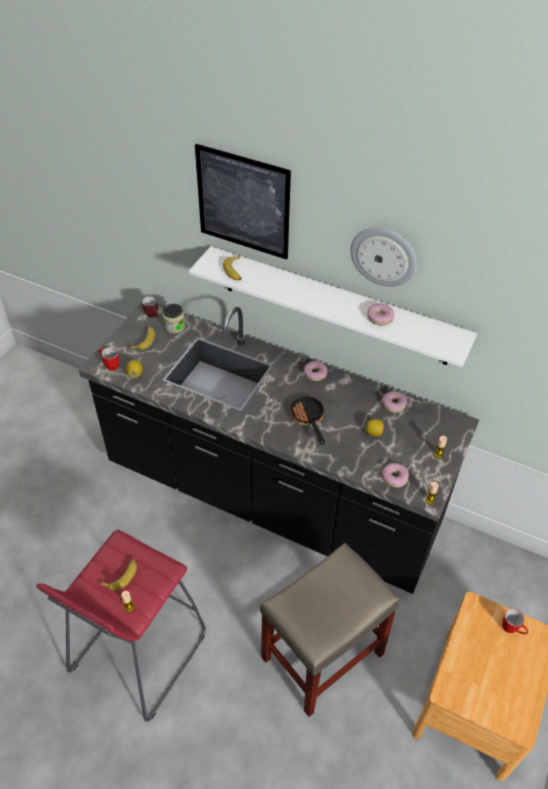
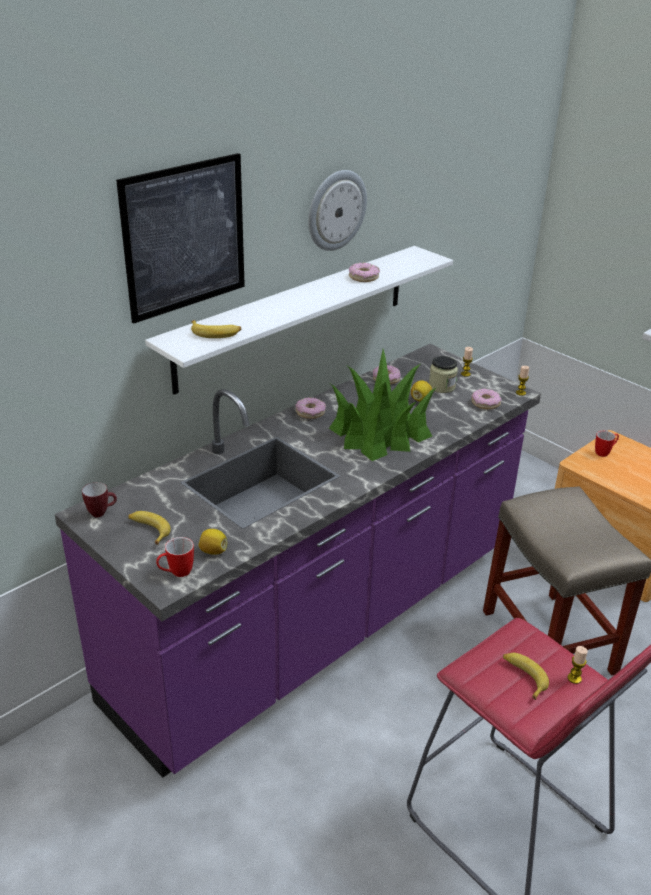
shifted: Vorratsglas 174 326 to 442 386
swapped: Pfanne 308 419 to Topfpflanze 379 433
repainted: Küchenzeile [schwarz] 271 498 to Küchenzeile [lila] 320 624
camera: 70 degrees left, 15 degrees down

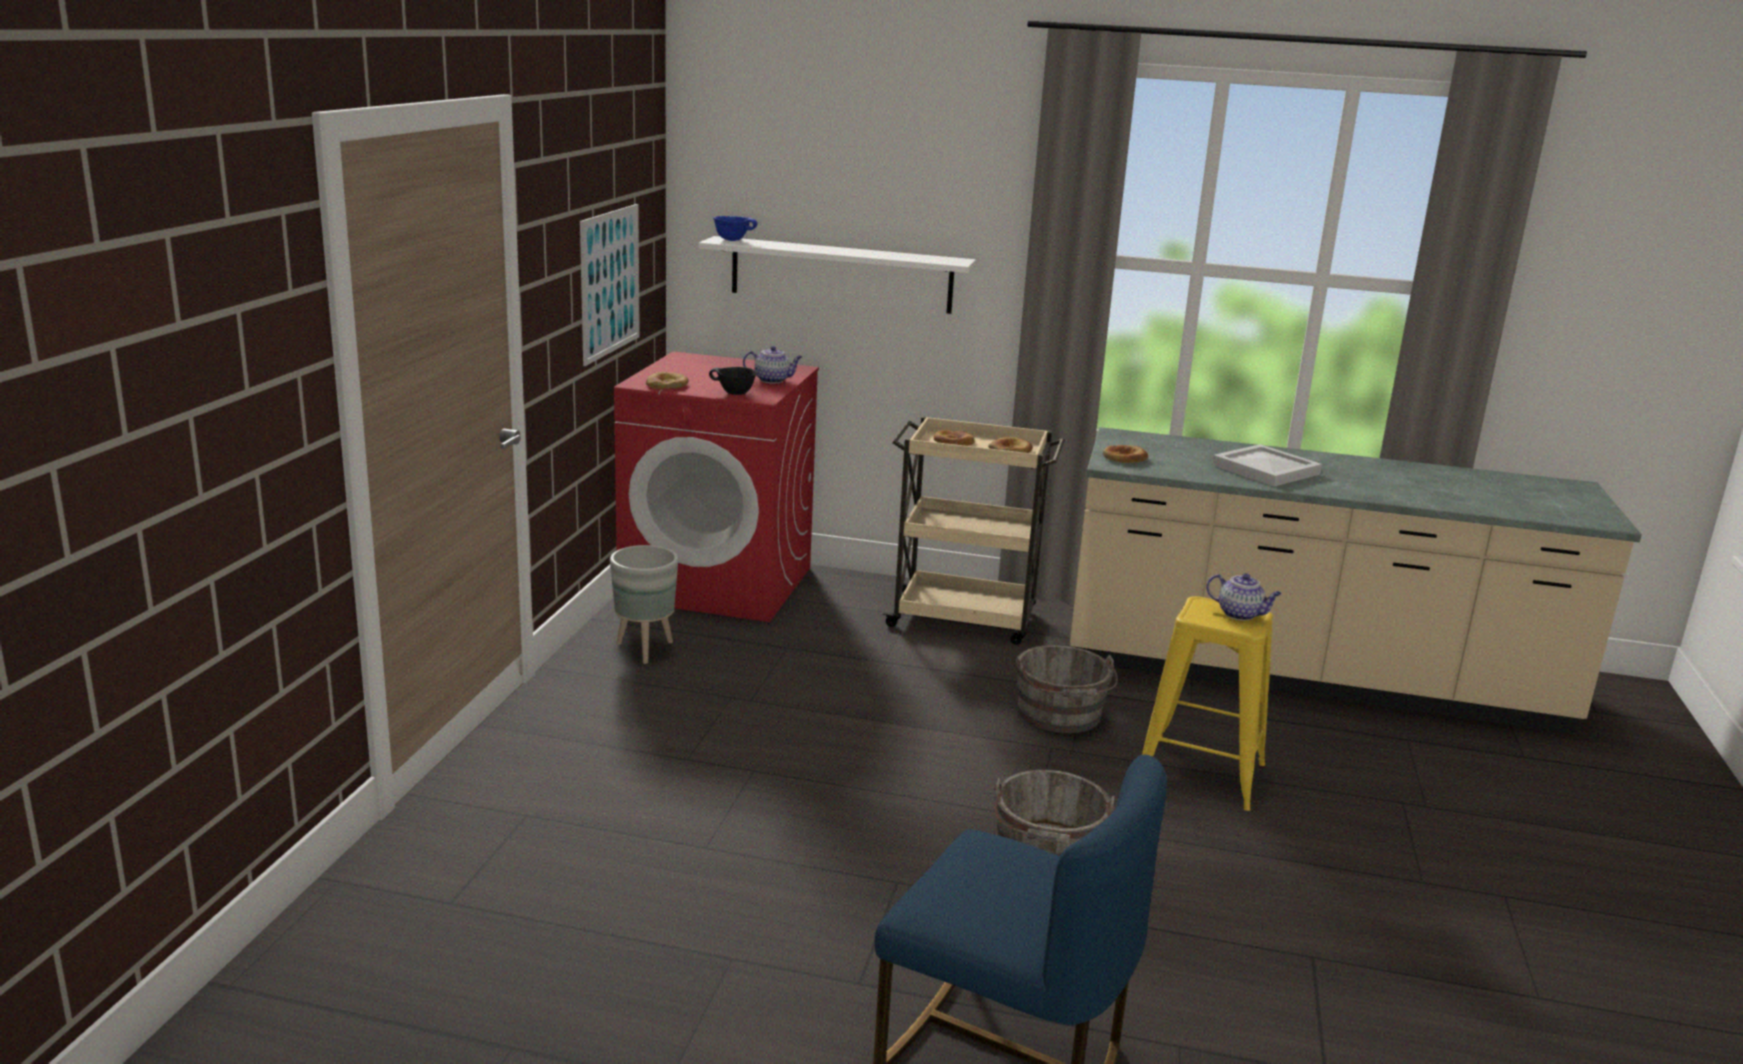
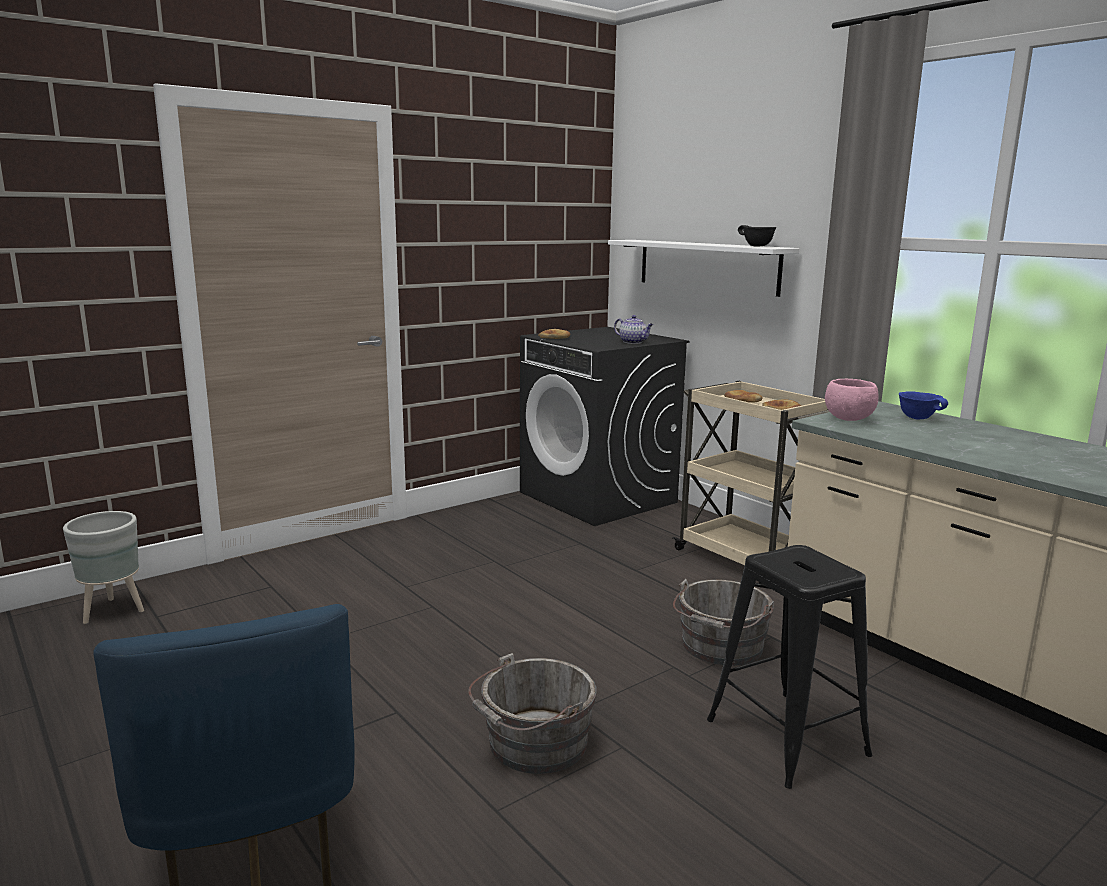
gone: Bild 610 282; Teekanne 1240 614; Tablett [weiß] 1264 469
shifted: Pflanzkübel [grau] 644 649 to 114 611; Schüssel [schwarz] 734 393 to 756 246; Schüssel [blau] 733 240 to 918 418
swapped: Brot 1124 458 to Schüssel [rosa] 849 419
repainted: Waschmaschine [rot] 719 583 to Waschmaschine [schwarz] 598 497; Hocker [gelb] 1199 773 to Hocker [schwarz] 785 736
camera: 40 degrees right, 5 degrees down

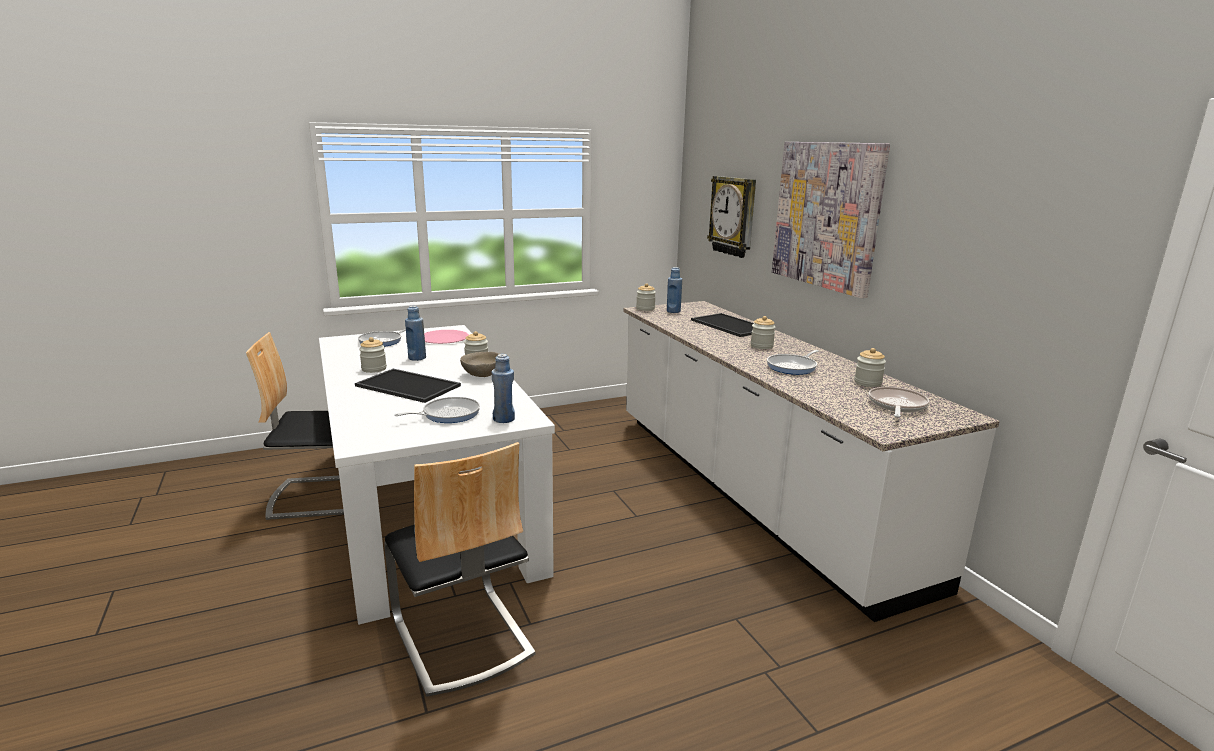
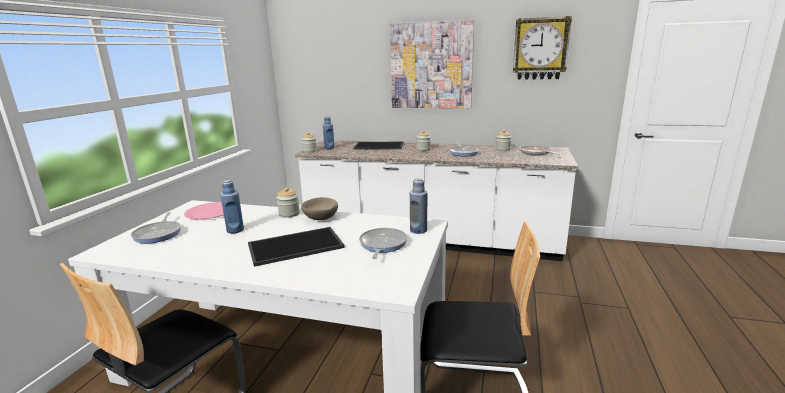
gone: Vorratsglas 374 369
shifted: Wanduhr 733 216 to 540 49
camera: 50 degrees left, 0 degrees up

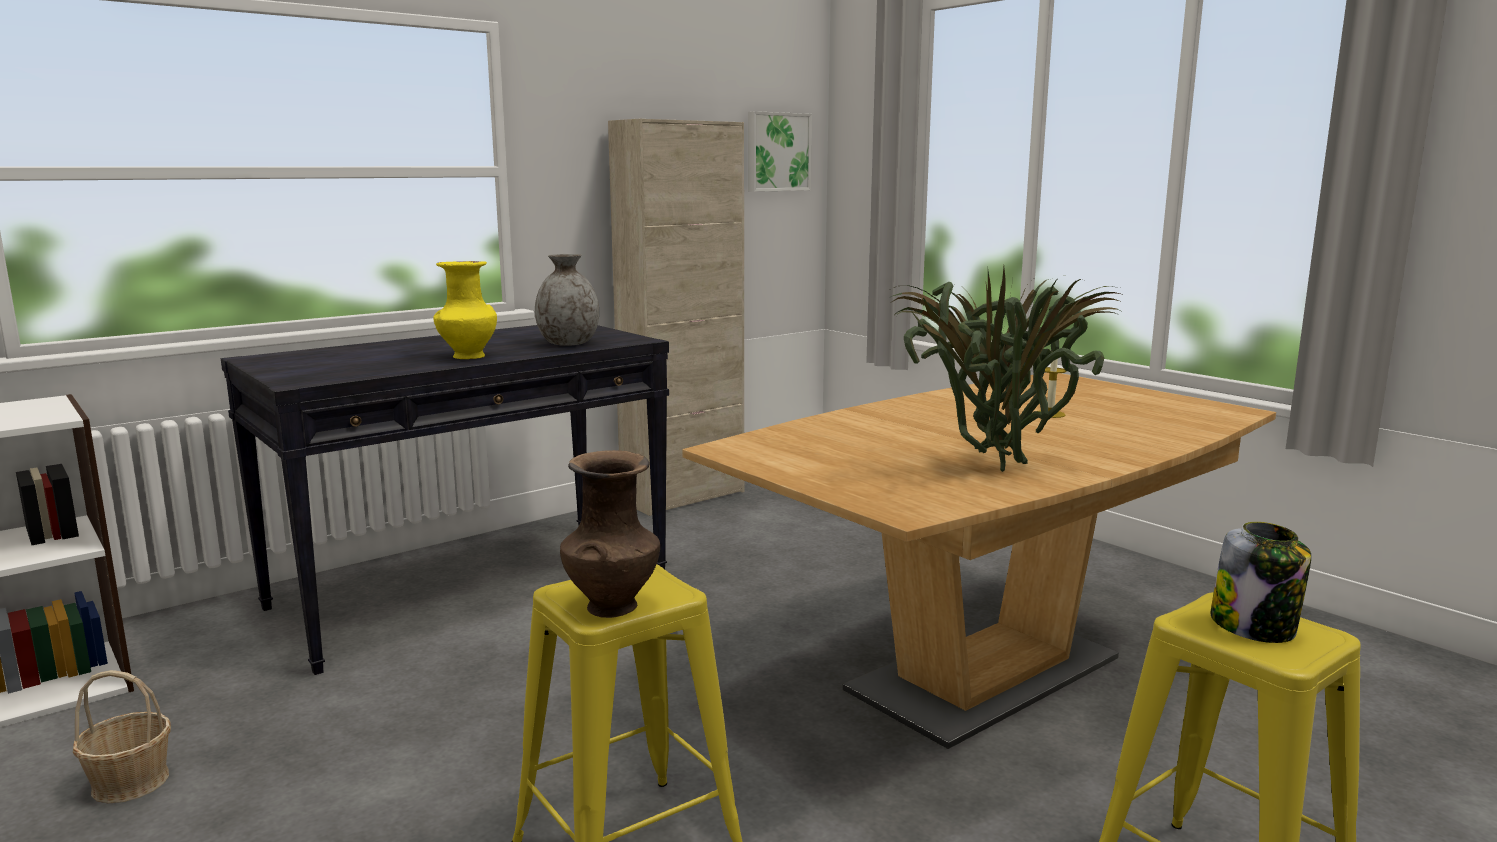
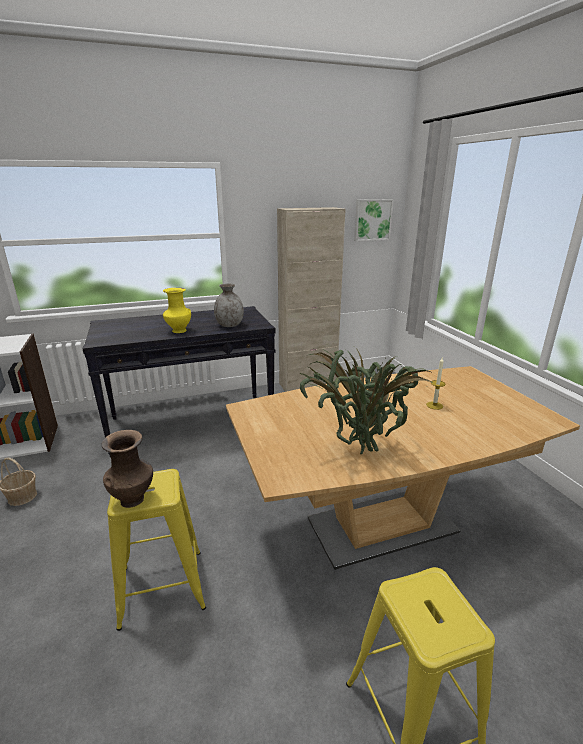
gone: Vorratsglas 1254 627
camera: 20 degrees right, 10 degrees up

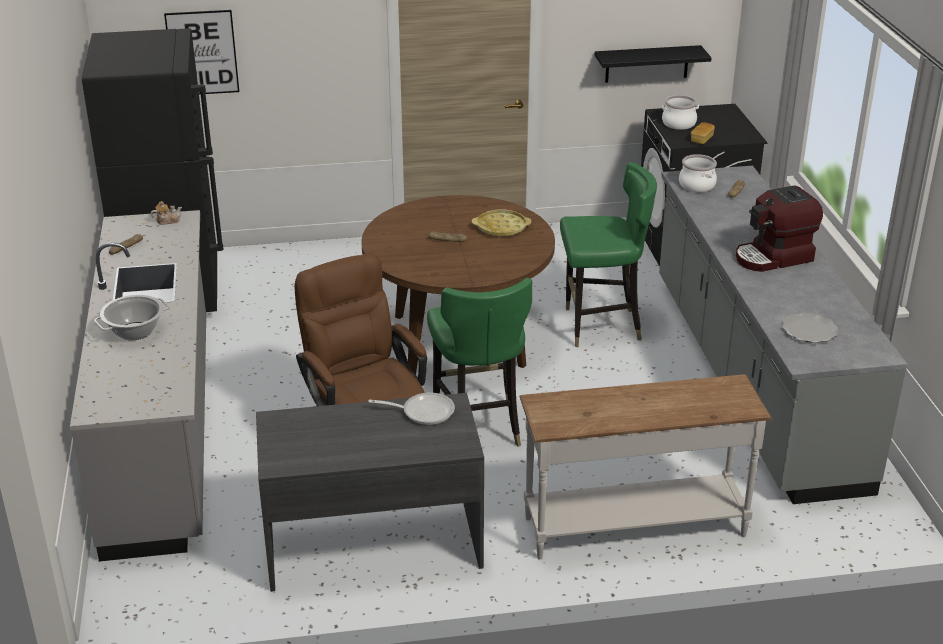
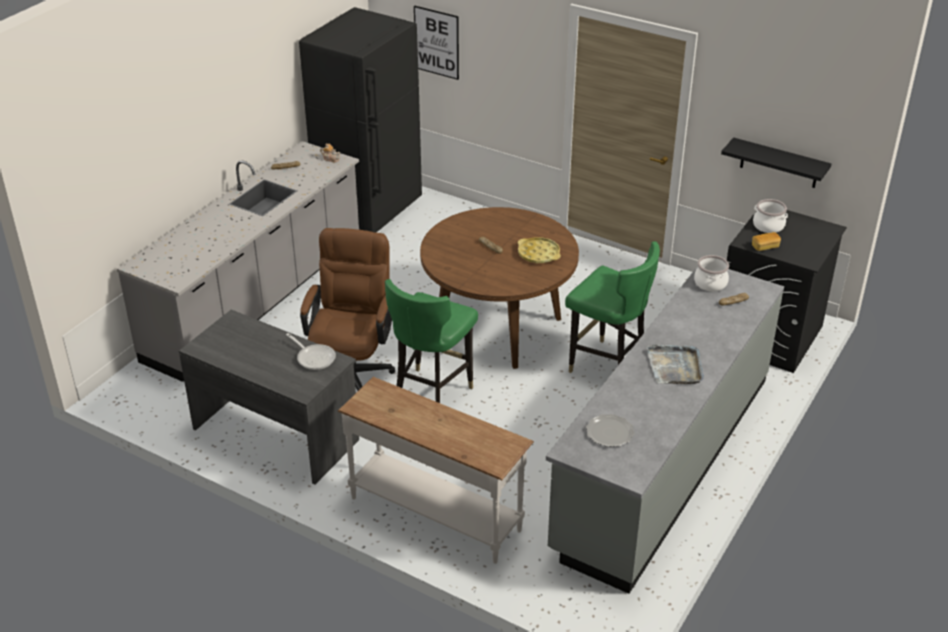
gone: Kochtopf 135 331
swapped: Kaffeemaschine 774 258 to Tablett [grau] 675 366
camera: 40 degrees right, 5 degrees up

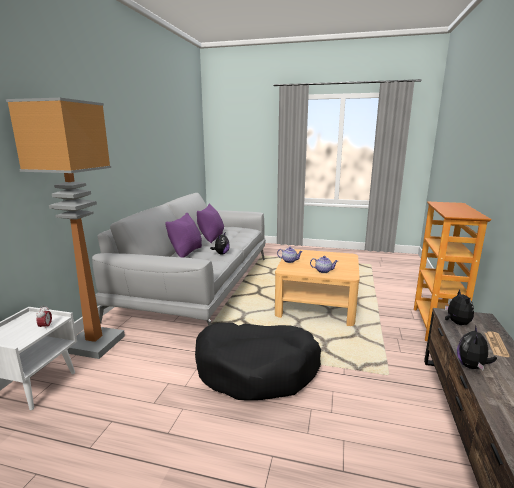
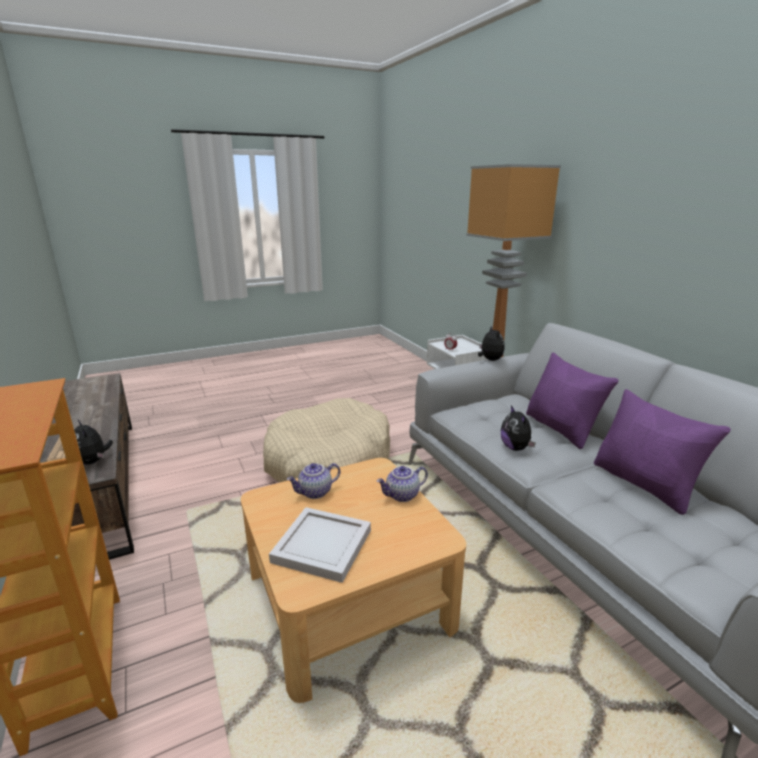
new: Tablett [weiß] 323 547
shifted: Plüschtier 472 366 to 490 360
repainted: Hundebett [schwarz] 257 370 to Hundebett [beige] 328 459
camera: 140 degrees right, 5 degrees up

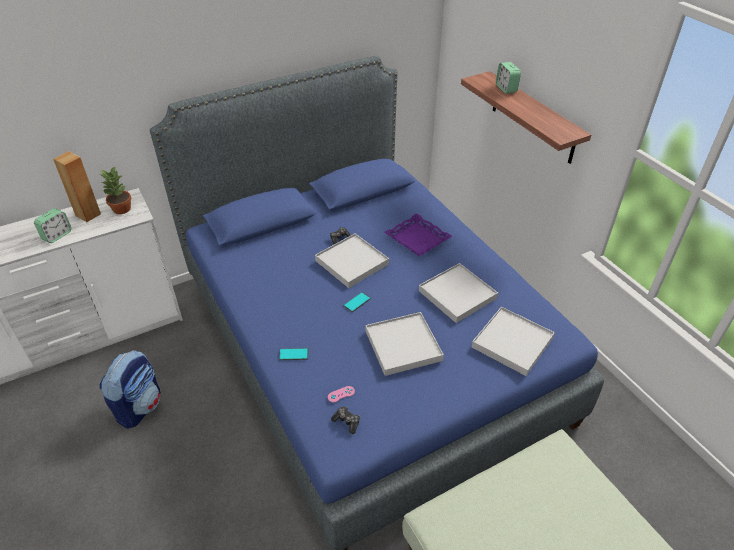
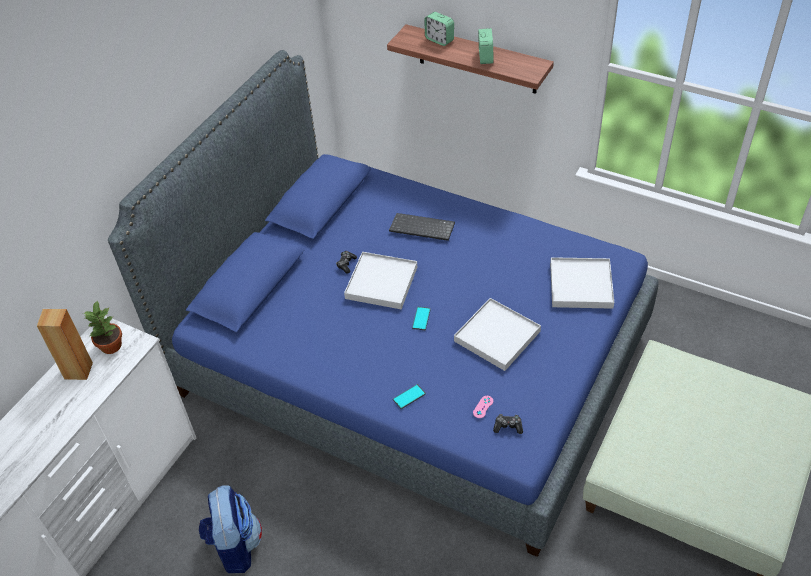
gone: Tablett [weiß] 457 295
shifted: Wecker 57 235 to 485 57
swapped: Tablett [lila] 417 239 to Tastatur 421 229
camera: 30 degrees left, 5 degrees up

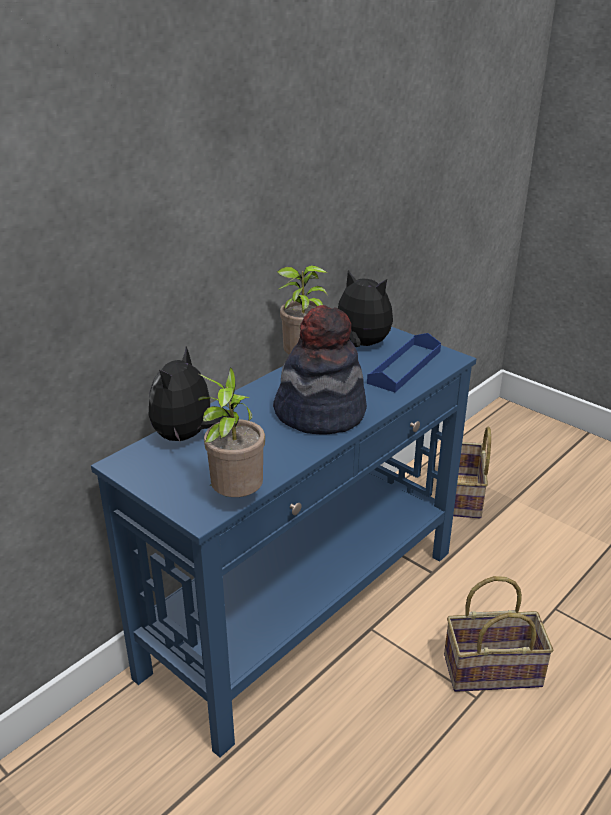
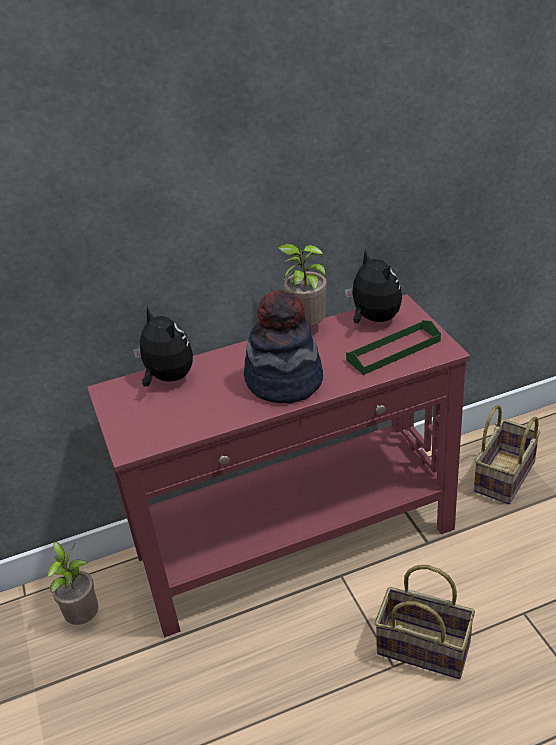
shifted: Topfpflanze 235 497 to 84 617
repainted: Konsolentisch [blau] 306 610 to Konsolentisch [rot] 297 542; Tablett [blau] 404 367 to Tablett [grün] 393 350
rotated: Plüschtier 186 437 = 167 378 90 degrees clockwise
camera: 30 degrees right, 5 degrees up

